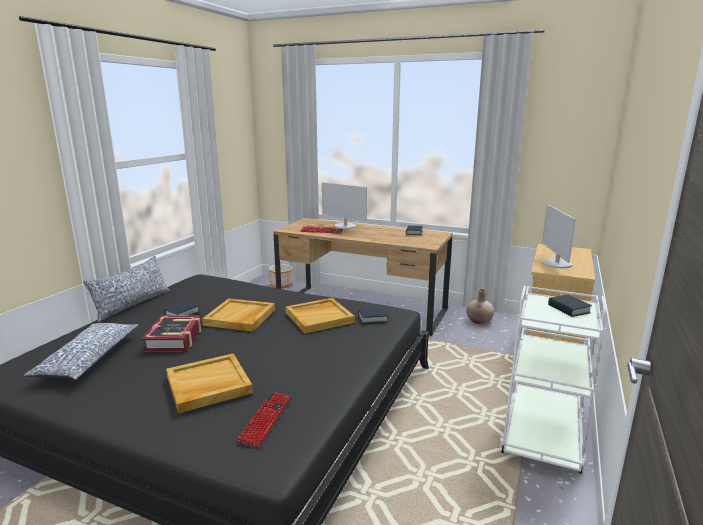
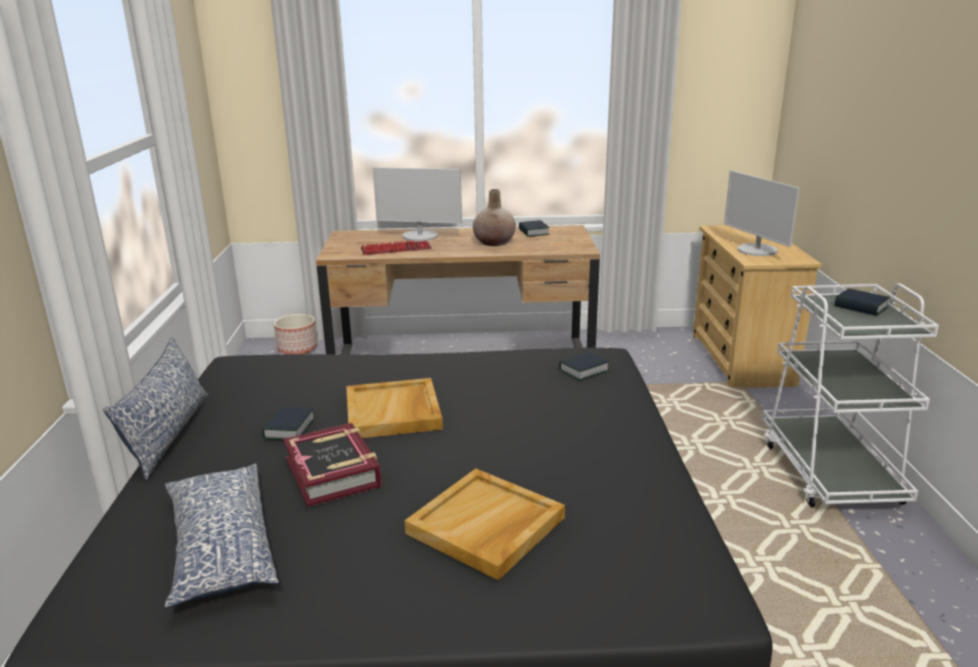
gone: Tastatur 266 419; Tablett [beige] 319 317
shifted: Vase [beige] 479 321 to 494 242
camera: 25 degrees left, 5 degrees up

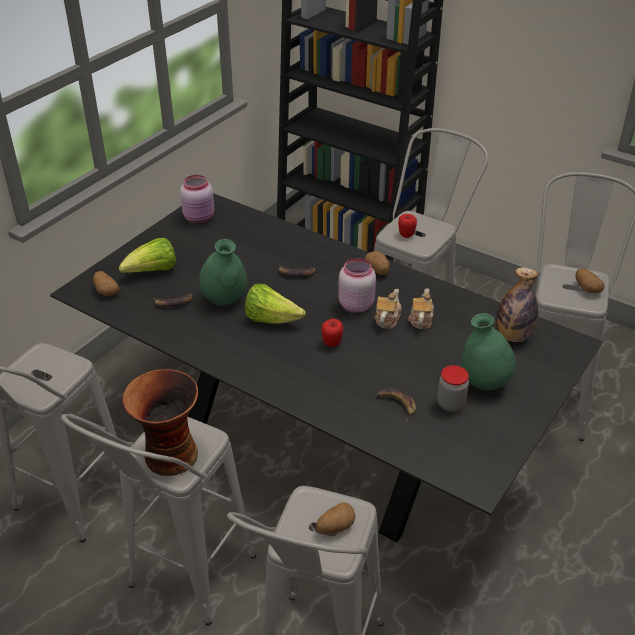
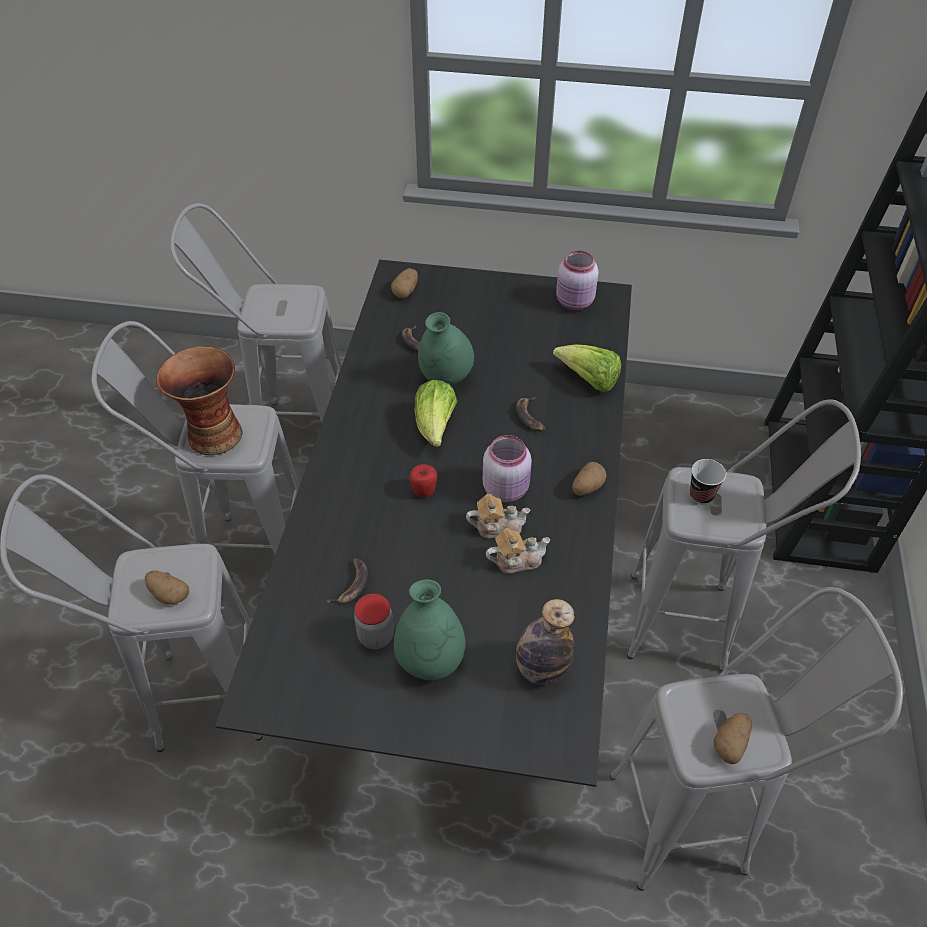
shifted: Salatkopf 152 272 to 589 380
swapped: Apfel 406 235 to Tasse 701 495
camera: 65 degrees right, 10 degrees up

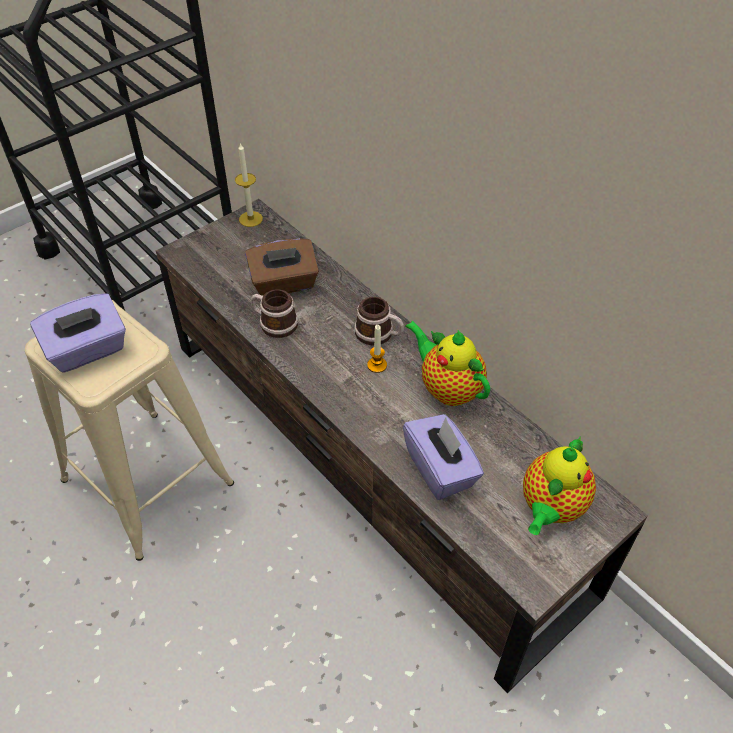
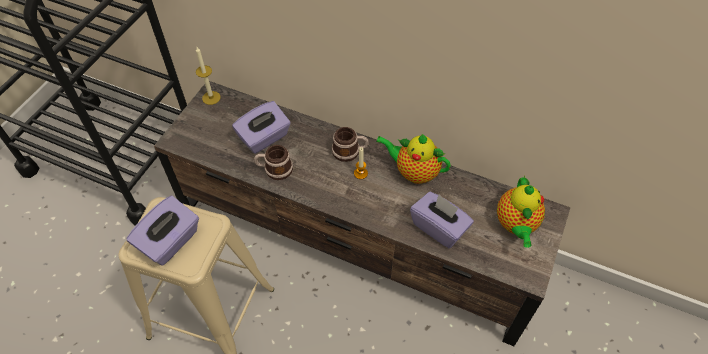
repainted: Taschentuchbox [braun] 284 283 to Taschentuchbox [lila] 264 138
camera: 25 degrees left, 5 degrees up

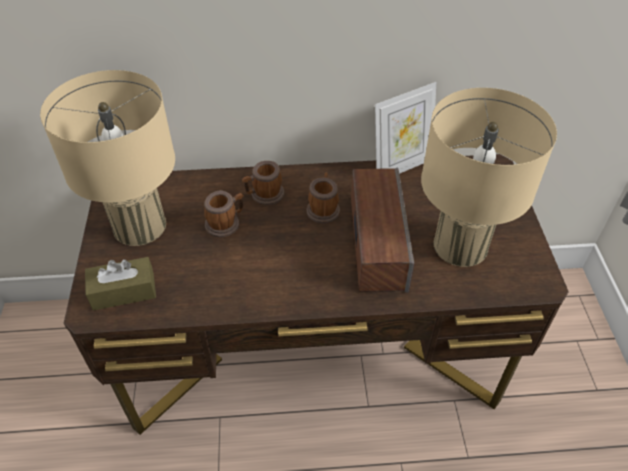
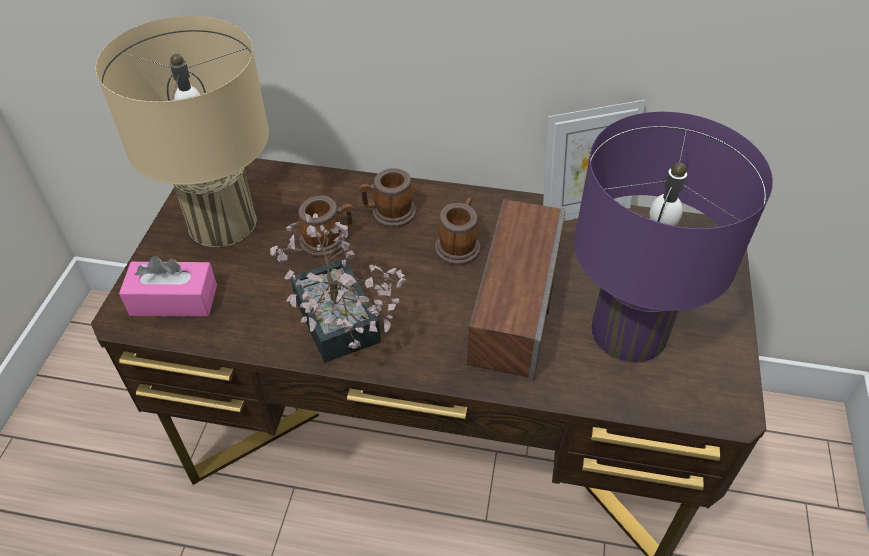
new: Topfpflanze 340 329
repainted: Taschentuchbox [braun] 124 291 to Taschentuchbox [rosa] 174 300; Tischlampe [beige] 460 245 to Tischlampe [lila] 629 332
camera: 15 degrees right, 0 degrees up

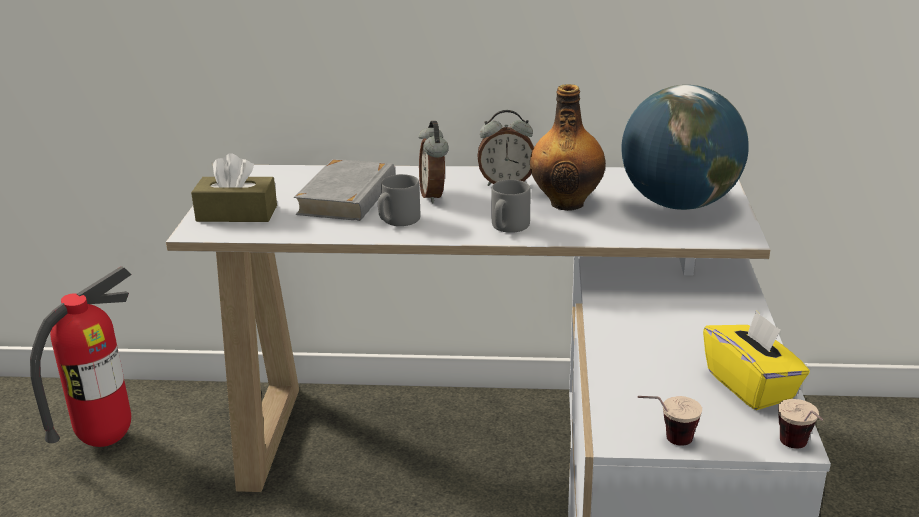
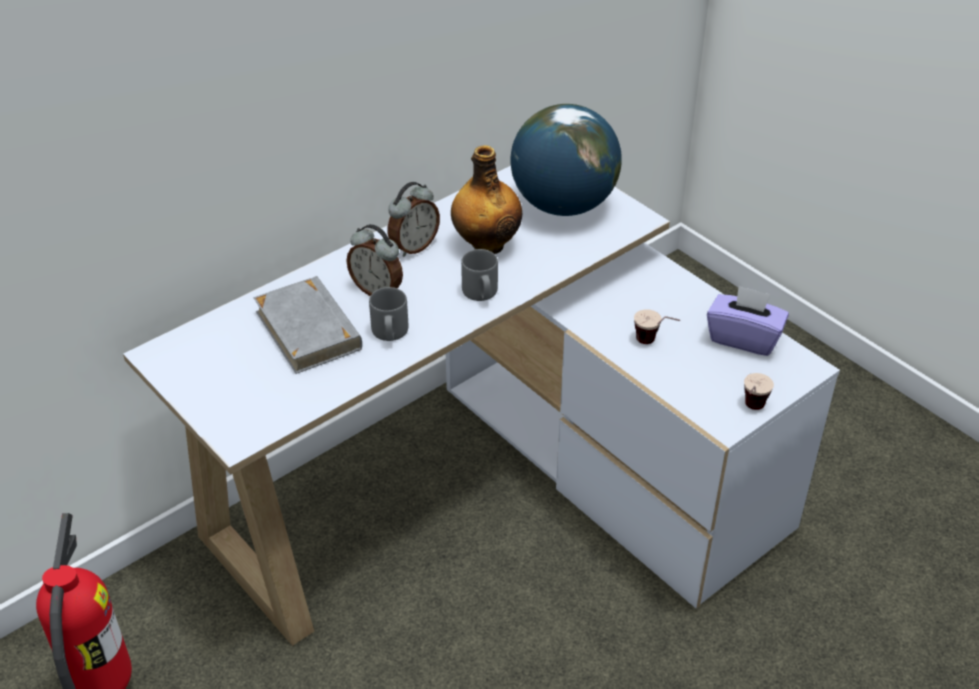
gone: Taschentuchbox [braun] 237 213
shifted: Tasse 799 451 to 654 343
repainted: Taschentuchbox [gelb] 751 386 to Taschentuchbox [lila] 744 338
camera: 45 degrees left, 15 degrees up

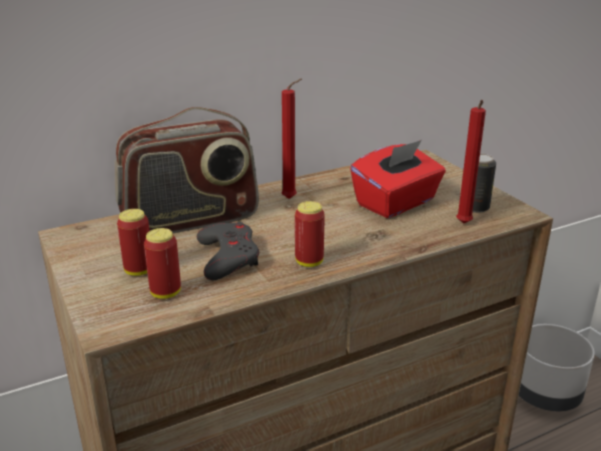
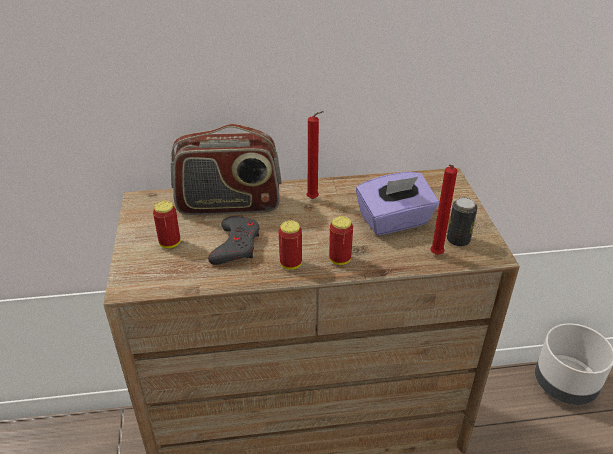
shifted: Dose 165 293 to 340 259
repainted: Taschentuchbox [rot] 396 203 to Taschentuchbox [lila] 394 221
camera: 20 degrees right, 10 degrees up

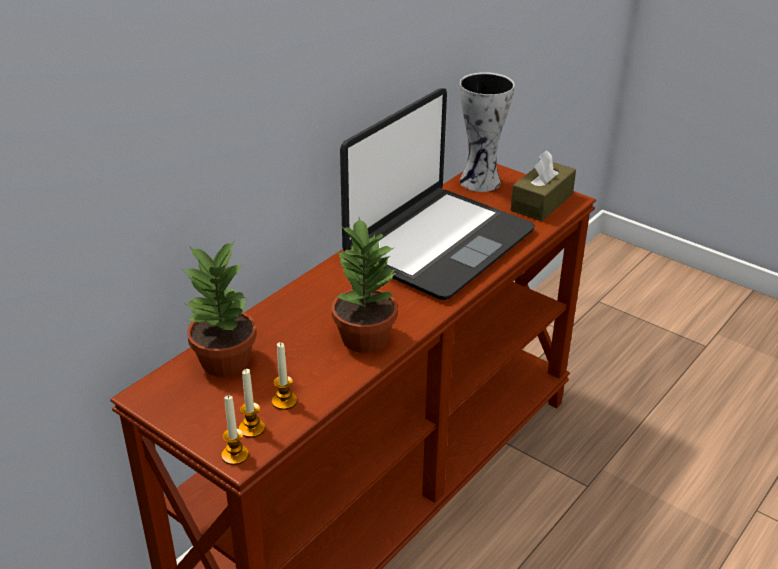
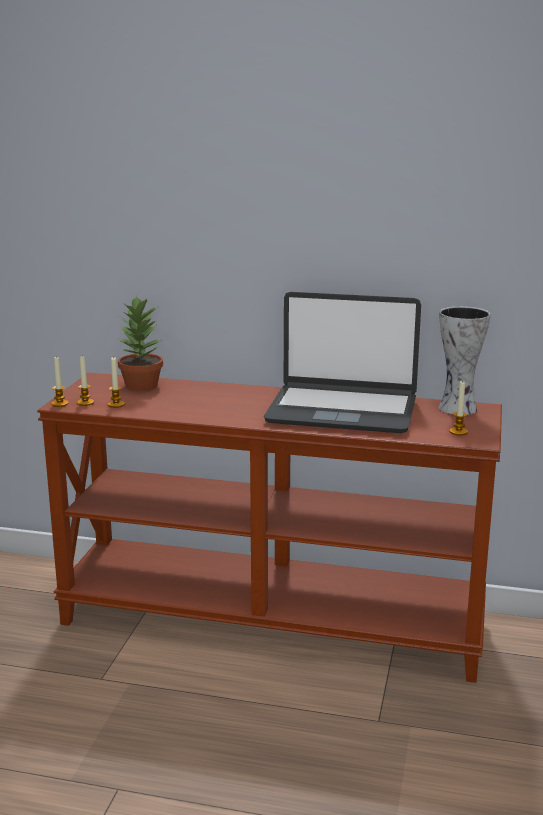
gone: Topfpflanze 363 337
swapped: Taschentuchbox [braun] 542 202 to Kerze 458 432
camera: 65 degrees right, 15 degrees down

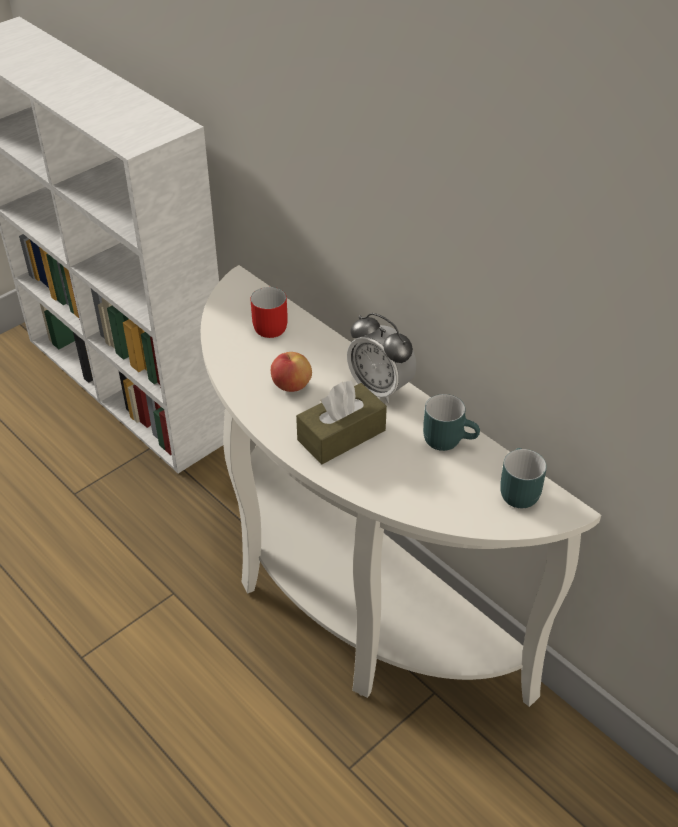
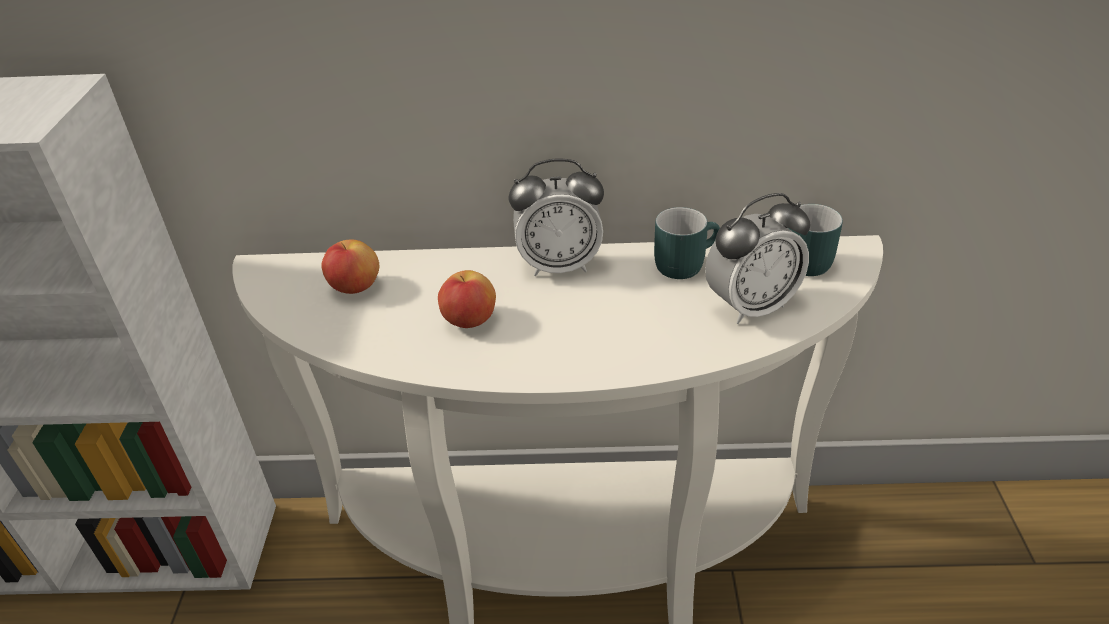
gone: Taschentuchbox [braun] 341 435
new: Wecker 751 306
swapped: Henkelbecher [rot] 266 325 to Apfel 355 287
camera: 45 degrees left, 5 degrees down

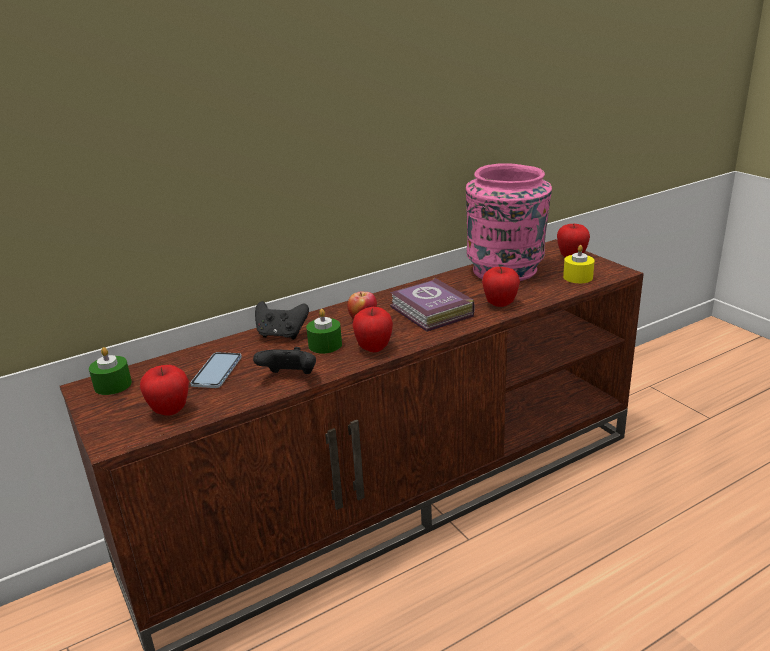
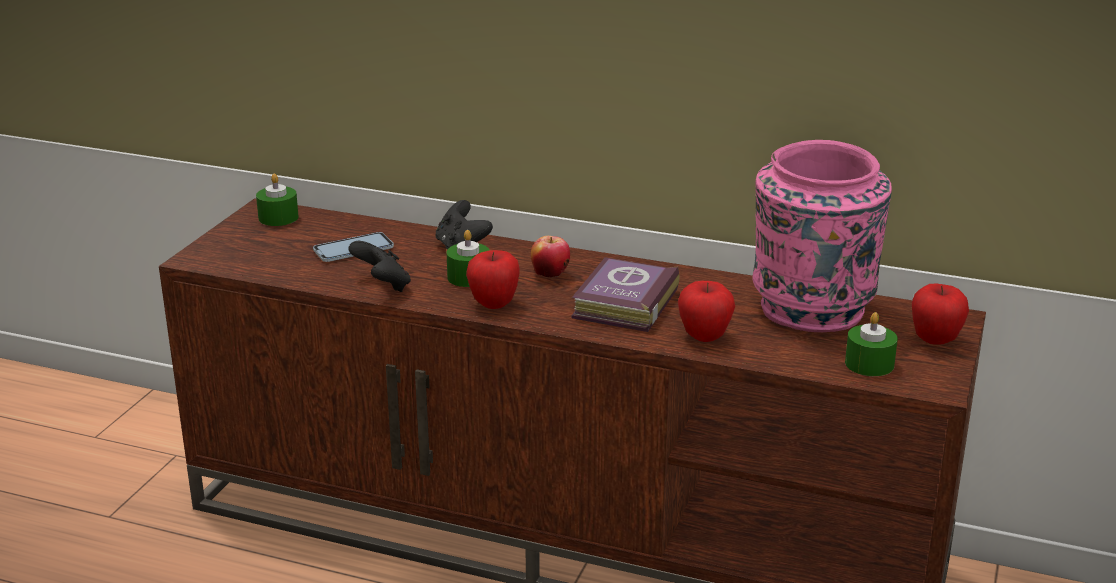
gone: Apfel 170 411
repainted: Kerze [gelb] 578 277 to Kerze [grün] 869 364
camera: 50 degrees right, 0 degrees up

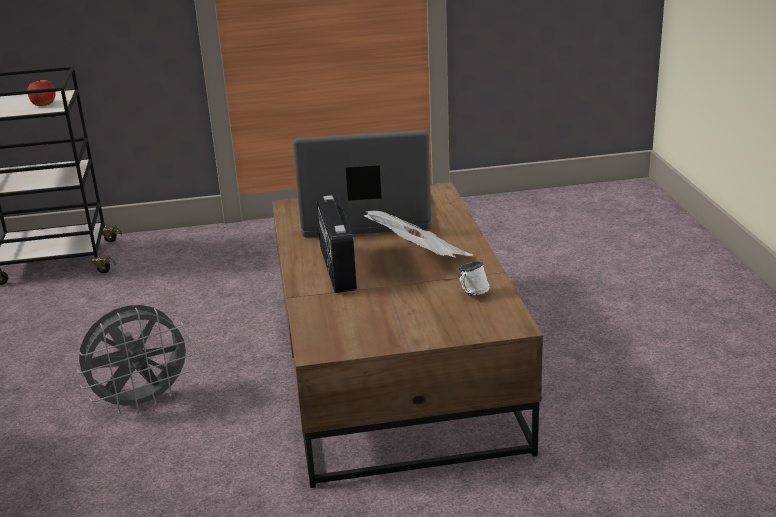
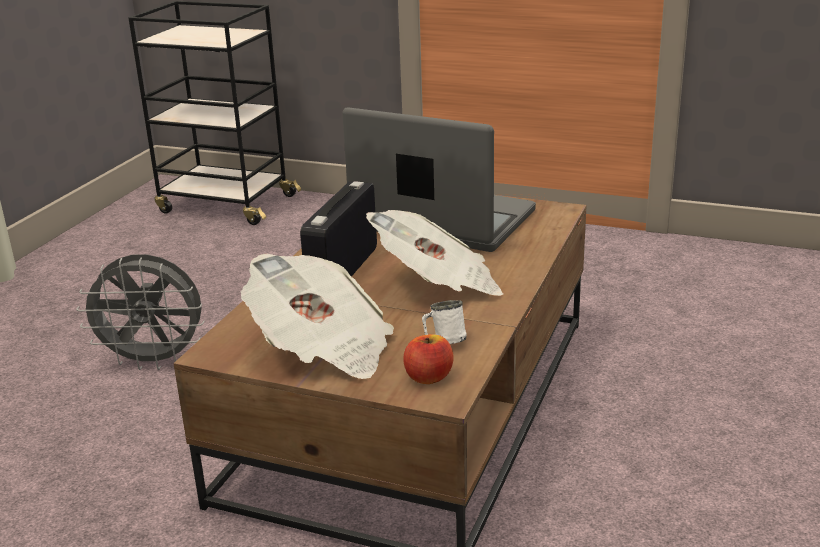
new: Zeitung 323 348
shifted: Apfel 43 104 to 428 377
camera: 30 degrees right, 0 degrees up

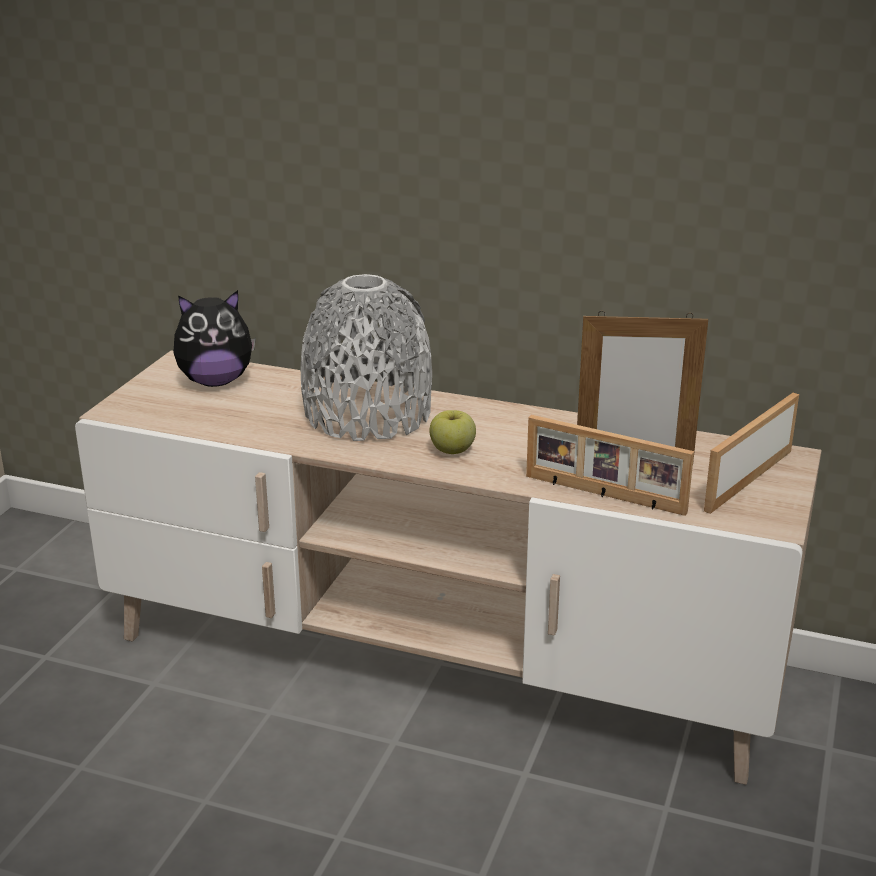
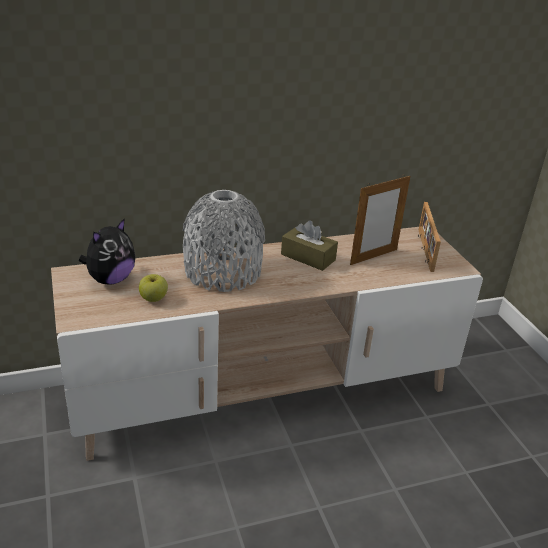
gone: Bilderrahmen 603 495
new: Taschentuchbox [braun] 308 257
shifted: Apfel 452 451 to 154 298
camera: 40 degrees left, 5 degrees up

